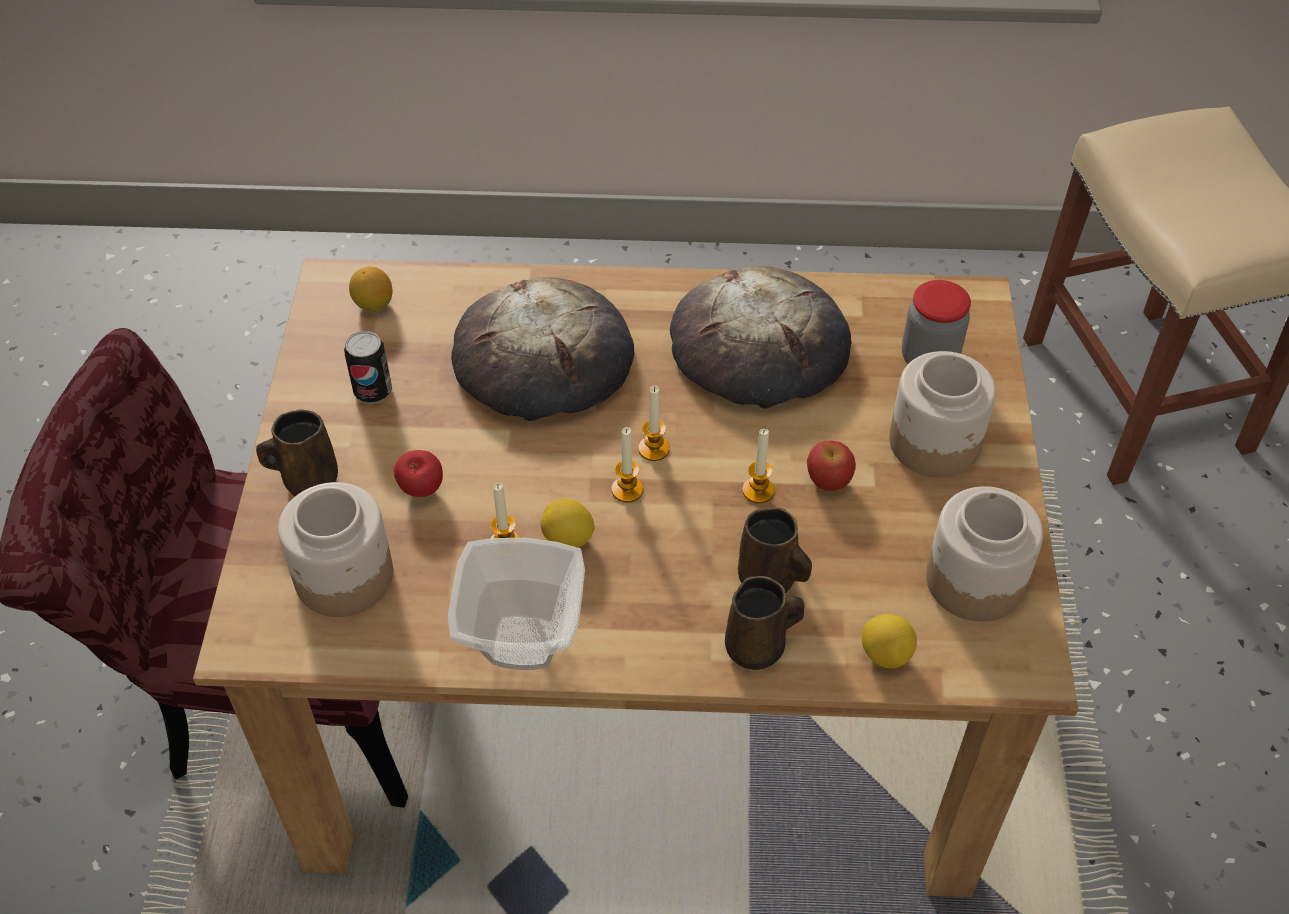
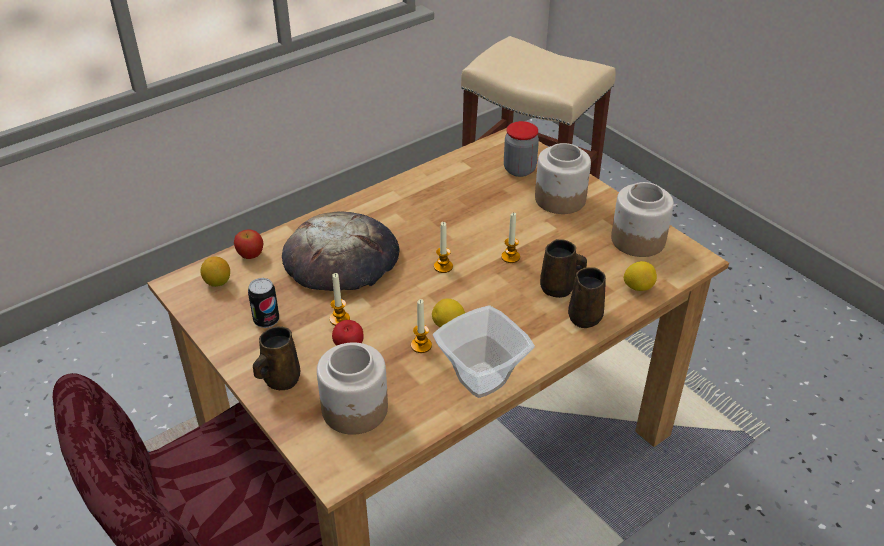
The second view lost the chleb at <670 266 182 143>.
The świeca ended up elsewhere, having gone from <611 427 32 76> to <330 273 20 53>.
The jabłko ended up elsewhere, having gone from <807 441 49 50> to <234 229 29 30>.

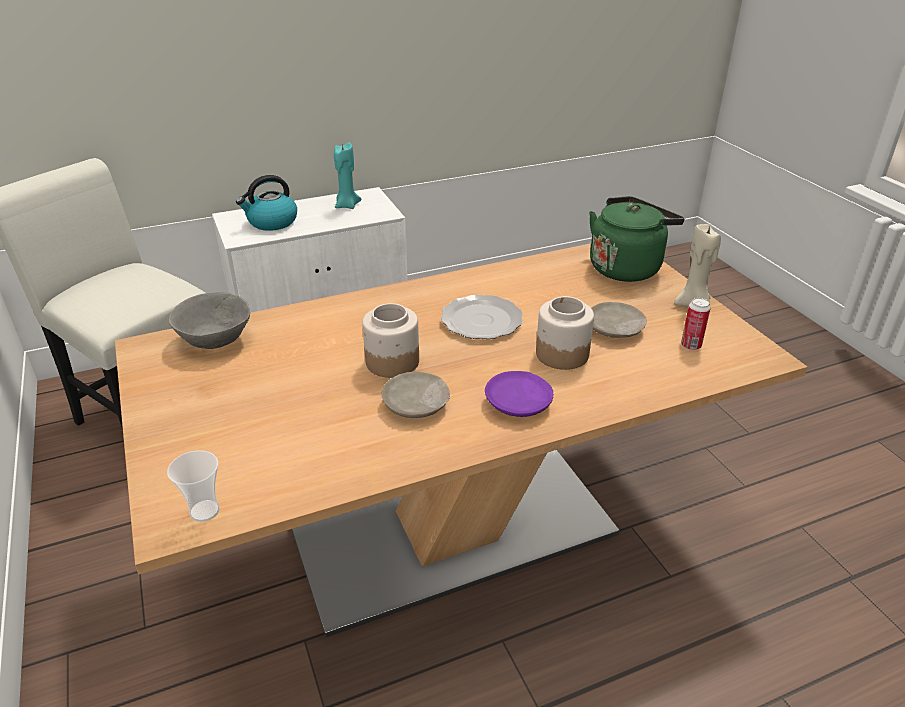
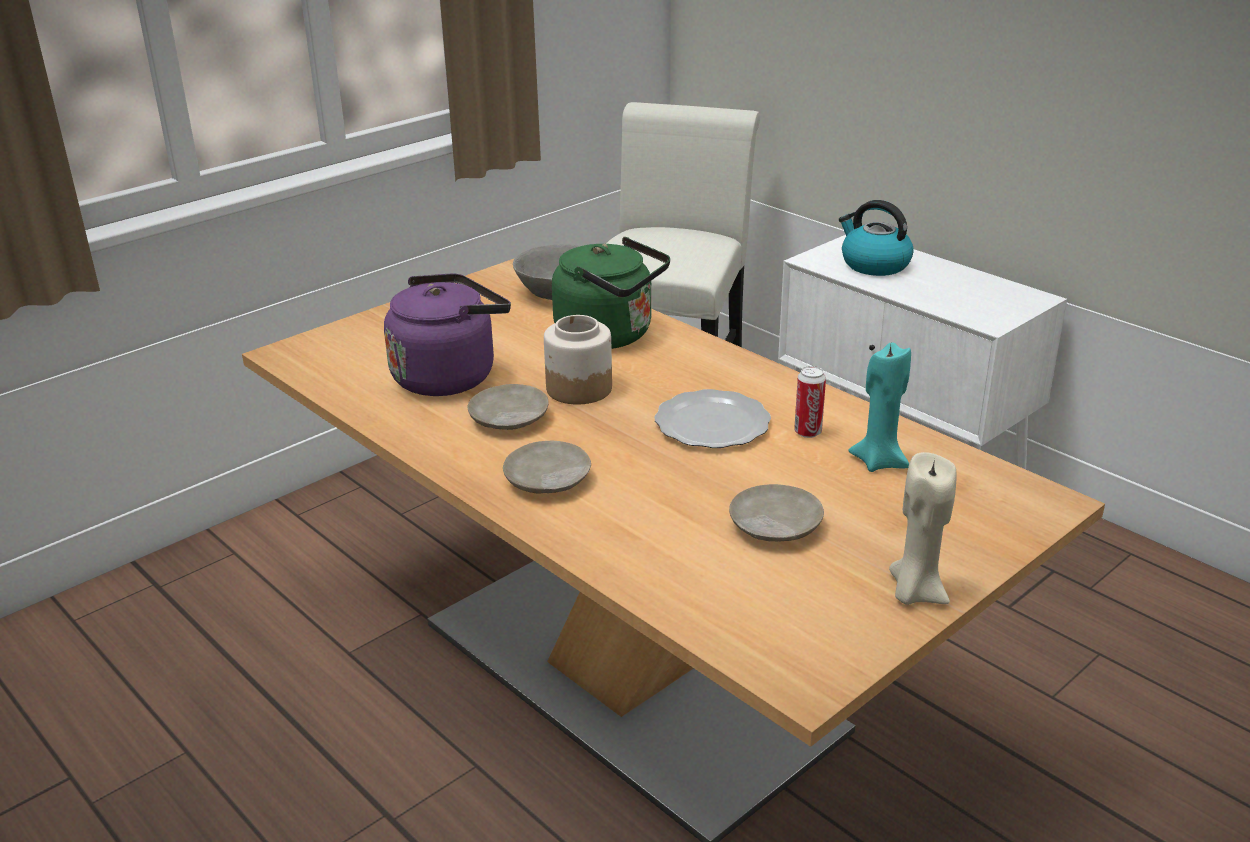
The second view lost the filiżanka at <167 450 53 72>.
The second view lost the słoik at <536 296 58 74>.
The second view gained the czajnik/fioletowy at <384 273 127 123>.
The świeca/turkusowy ended up elsewhere, having gone from <334 142 28 67> to <848 342 63 130>.
The czajnik/zielony ended up elsewhere, having gone from <589 196 96 86> to <552 237 118 112>.
The puszka ended up elsewhere, having gone from <681 298 30 52> to <794 366 32 72>.
What was the talerz/fioletowy at <485 371 68 46> turned into the talerz/beżowy at <503 441 88 53>.

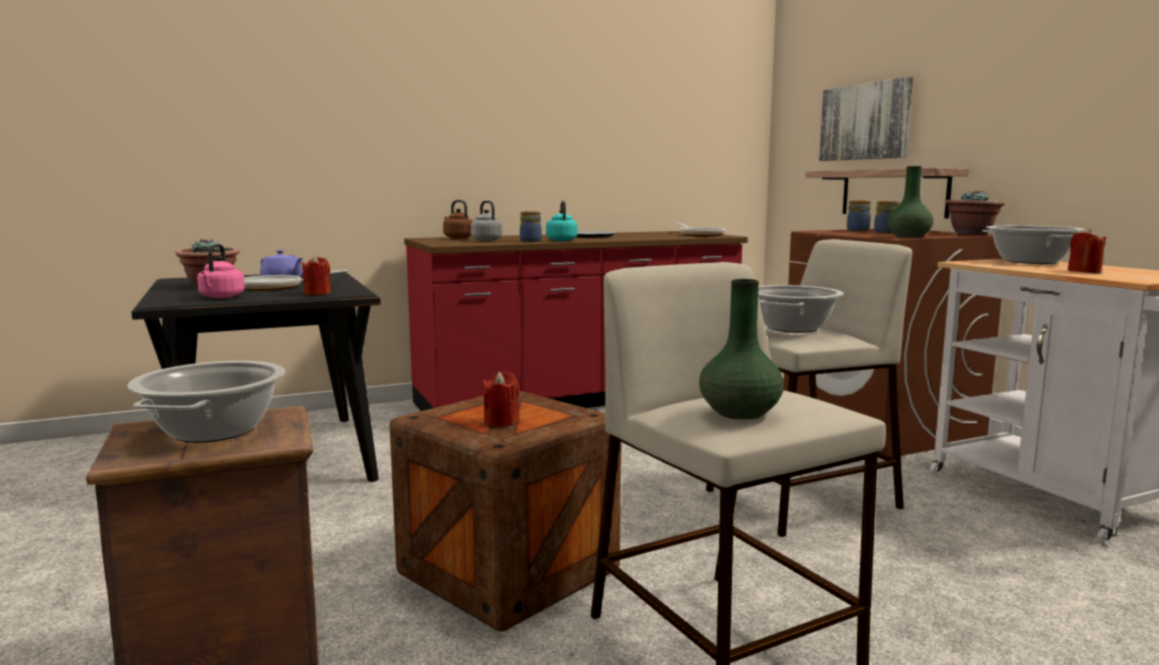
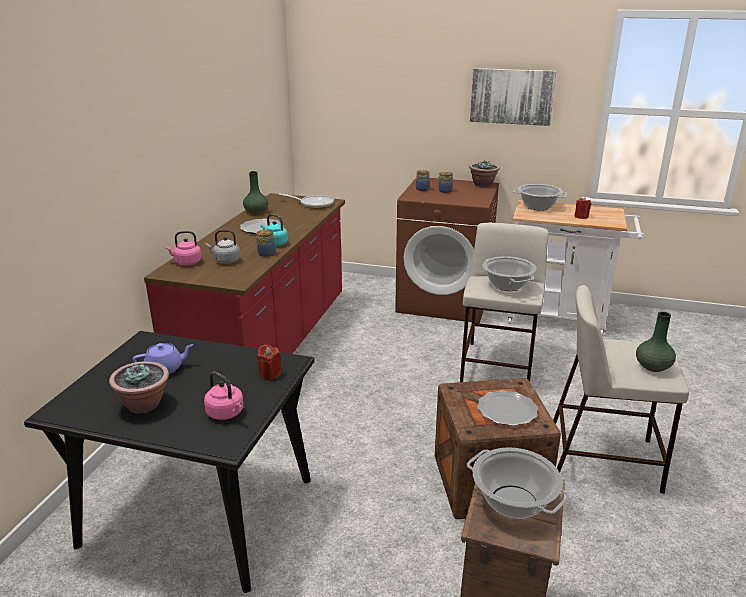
The second view lost the patelnia at <244 270 104 21>.
The second view lost the półka at <805 168 164 51>.
The obraz ended up elsewhere, having gone from <819 77 94 84> to <470 68 86 58>.
The wazon/zielony ended up elsewhere, having gone from <887 166 47 72> to <243 171 25 43>.
Where the świeca/czerwony stood at <482 372 37 55>, the talerz came to stand at <477 390 61 36>.
What was the czajnik/brązowy at <443 200 30 39> turned into the czajnik/różowy at <165 231 37 34>.

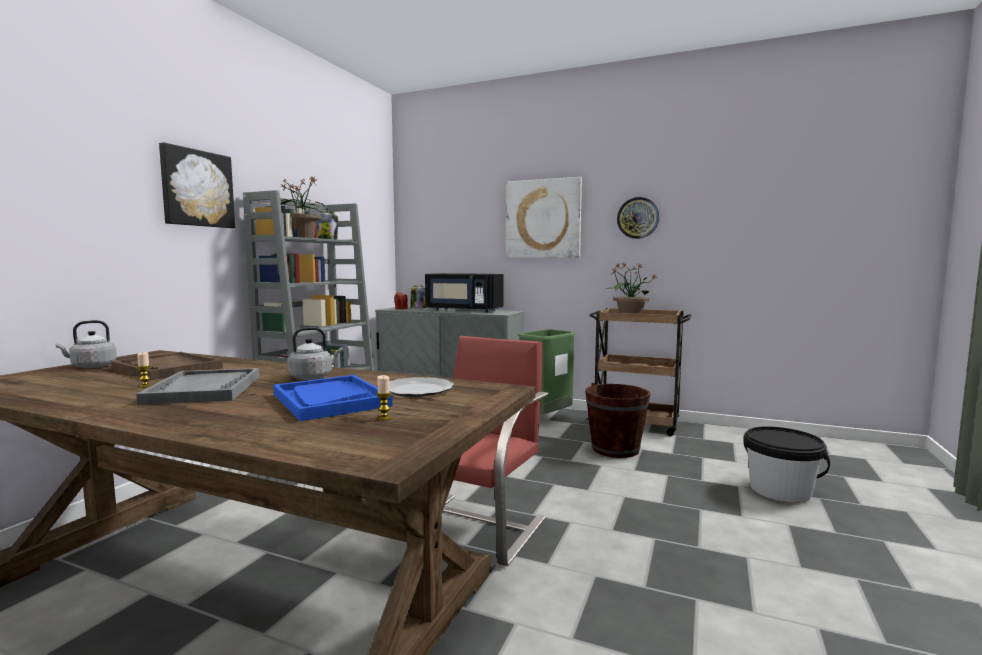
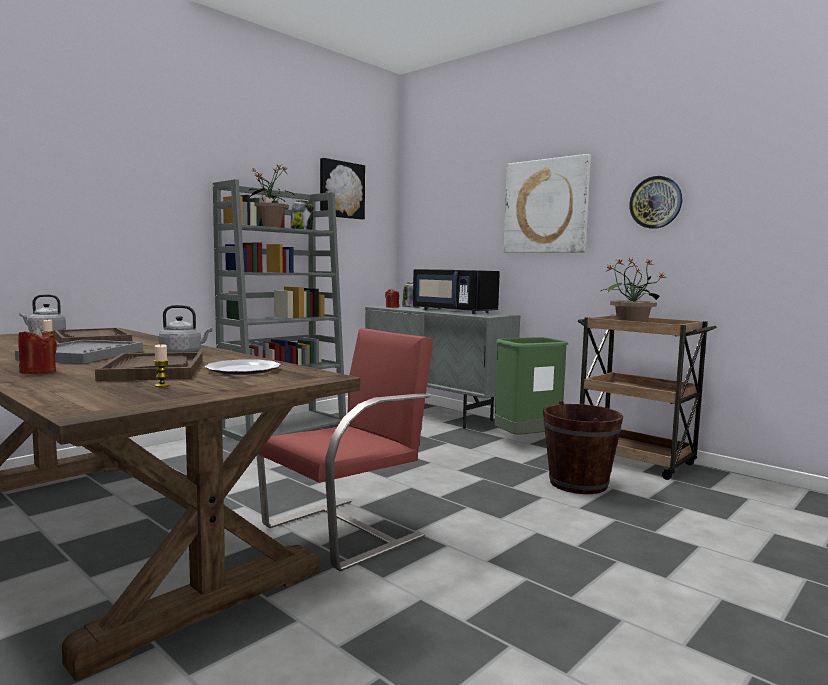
The second view lost the wiadro/czarny at <743 426 87 77>.
The second view gained the świeca/czerwony at <18 327 39 47>.
The obraz ended up elsewhere, having gone from <159 143 76 85> to <320 158 45 61>.
What was the taca/niebieski at <273 375 120 46> turned into the taca/brązowy at <95 352 108 29>.

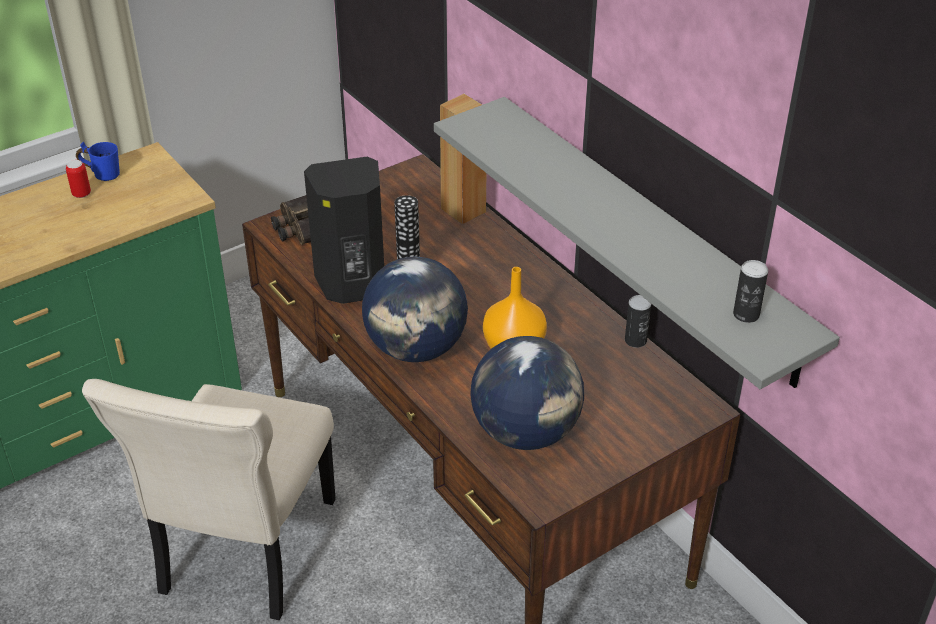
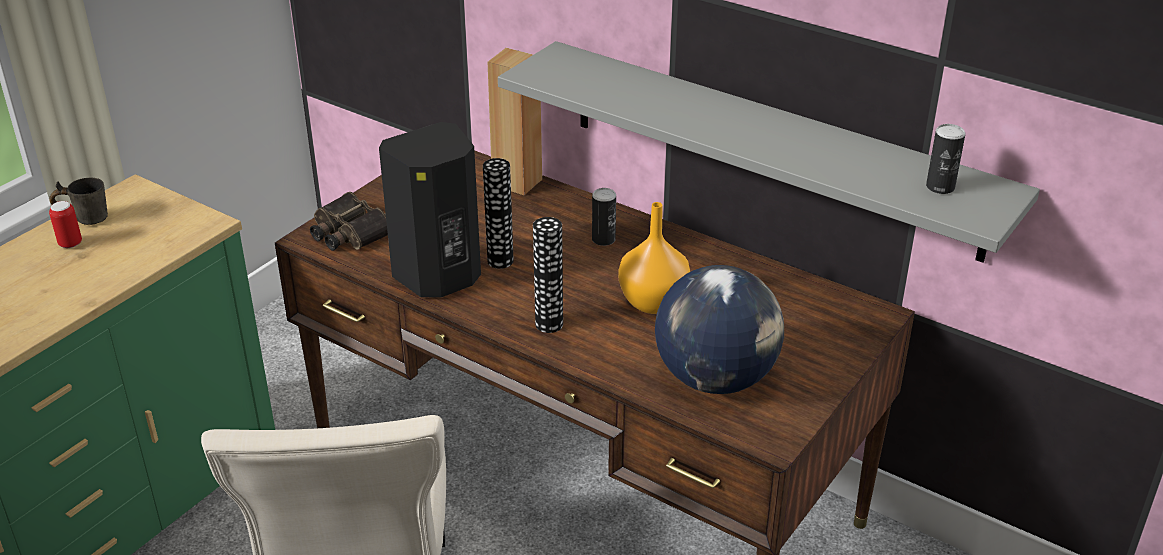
The puszka ended up elsewhere, having gone from <625 295 26 53> to <592 188 24 58>.
Where the globus stood at <362 257 106 105>, the wazon came to stand at <533 217 30 116>.
What was the kubek/niebieski at <76 142 44 39> turned into the kubek/szary at <49 178 59 47>.

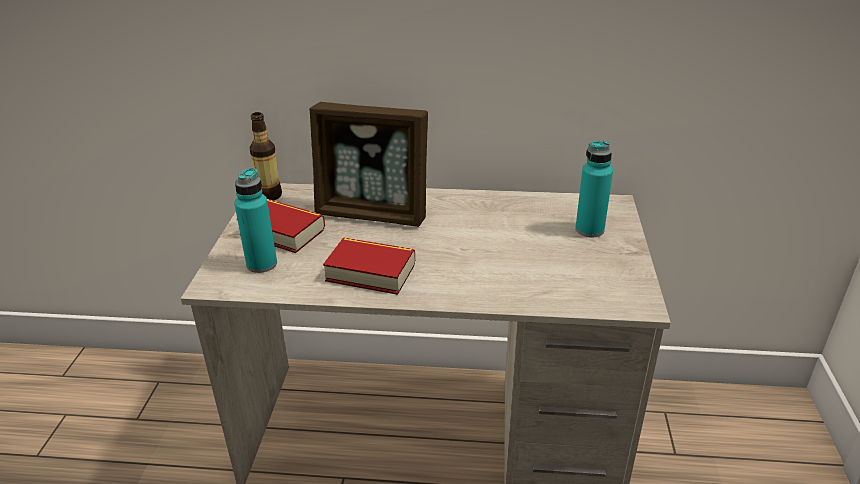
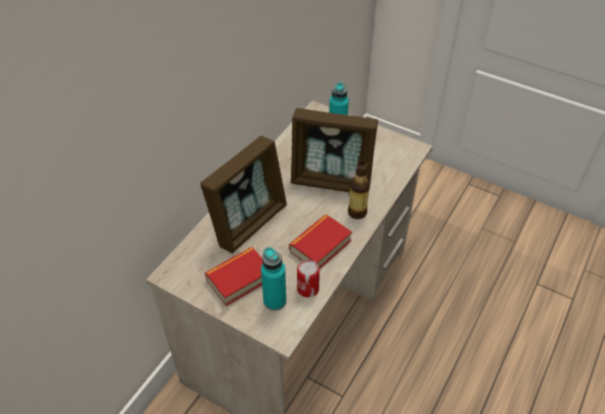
The second view gained the ramka na zdjęcie at <291 108 87 85>.
The second view gained the puszka at <297 259 23 39>.
The butelka ended up elsewhere, having gone from <249 112 33 89> to <348 161 22 58>.

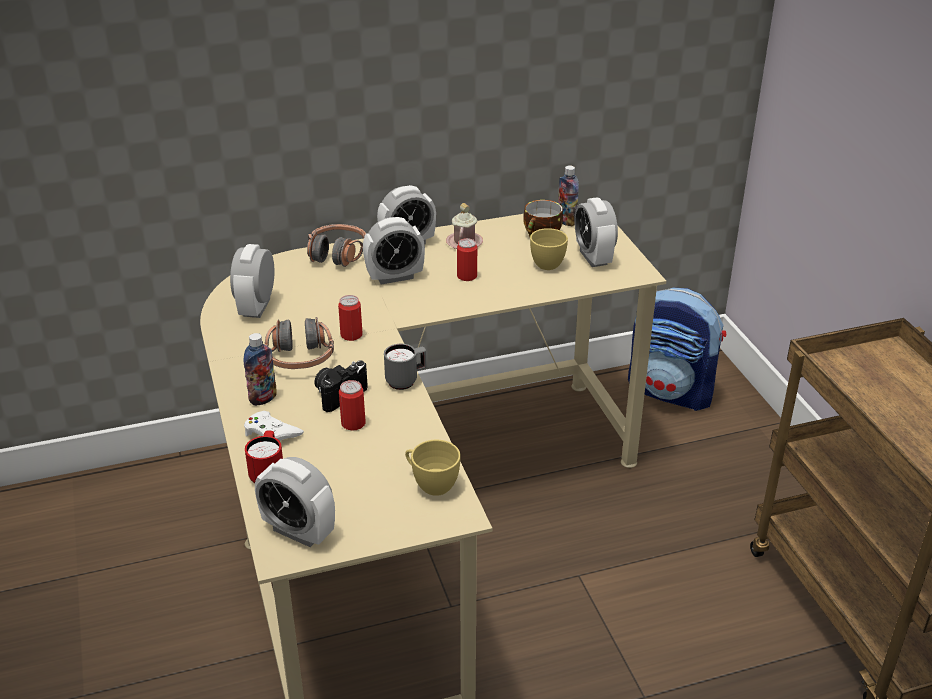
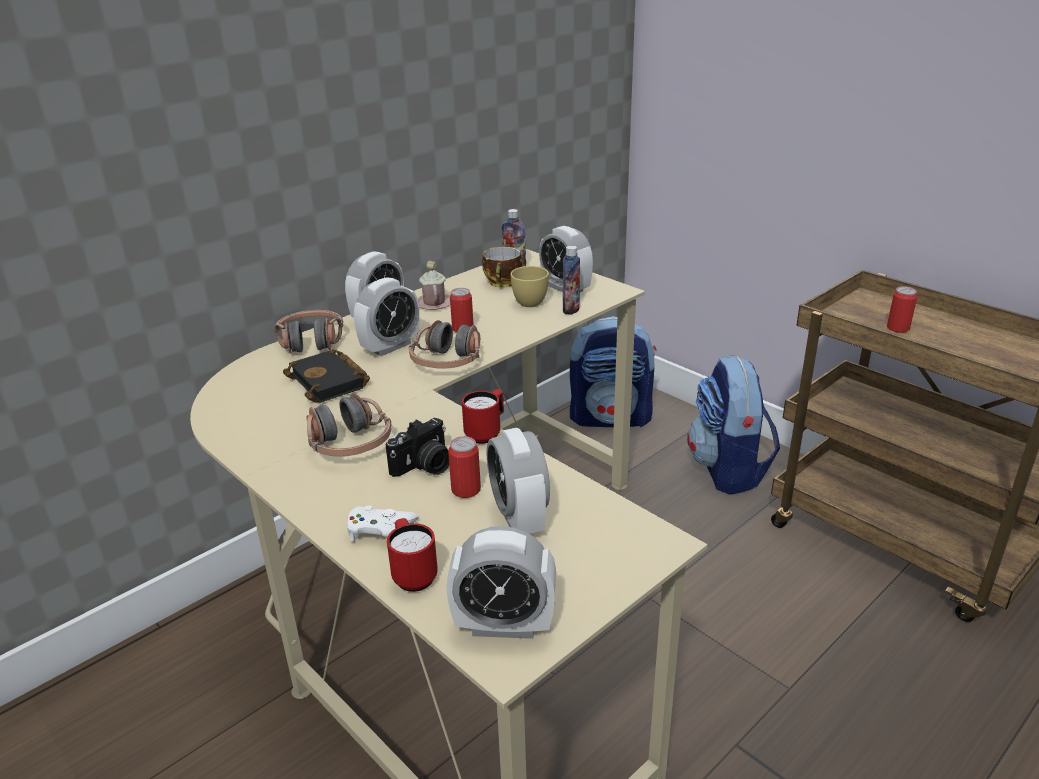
The second view lost the filiżanka/żółty at <405 440 56 56>.
The second view gained the książka/czarny at <283 349 87 54>.
The second view gained the słuchawki at <409 320 71 49>.
The second view gained the plecak at <687 355 93 140>.
The budzik ended up elsewhere, having gone from <230 244 44 74> to <487 428 63 106>.
The butelka ended up elsewhere, having gone from <244 333 32 73> to <563 246 17 69>.
The puszka ended up elsewhere, having gone from <338 295 25 46> to <887 286 30 47>.
What was the kubek/szary at <384 344 42 46> turned into the kubek/czerwony at <462 389 42 55>.
The aparat fotograficzny at <314 360 54 52> ended up facing another way, 150 degrees counterclockwise from before.

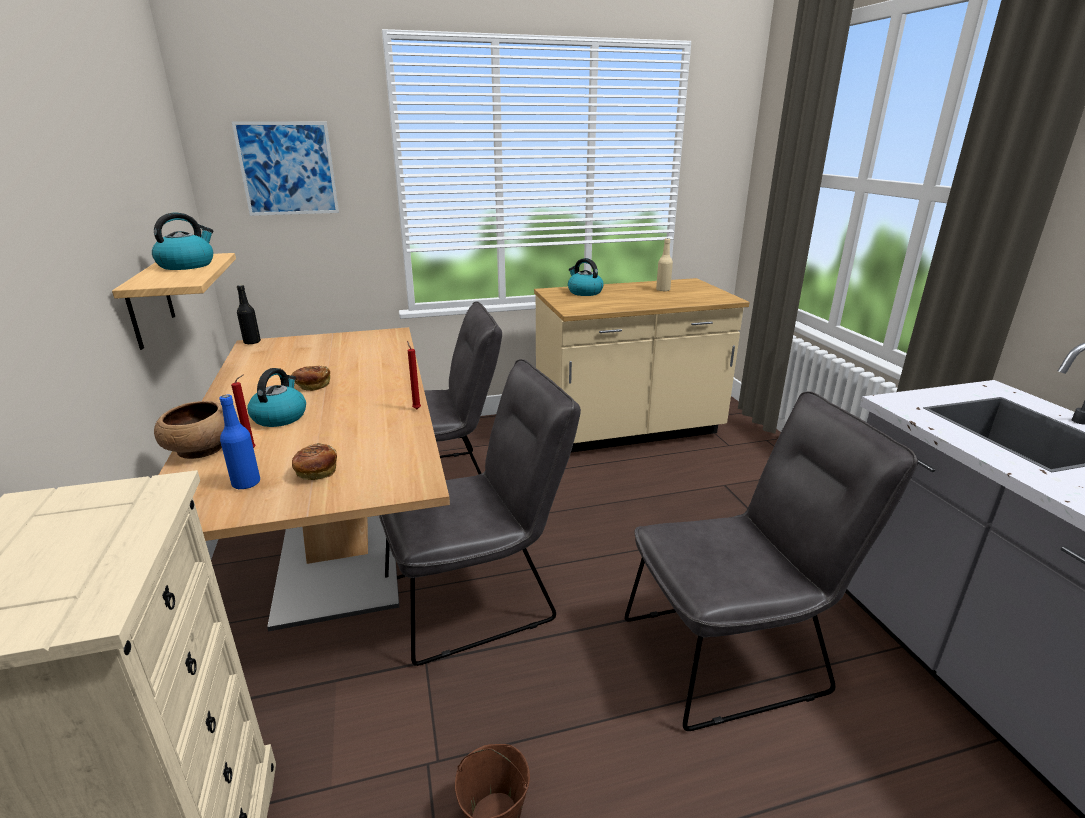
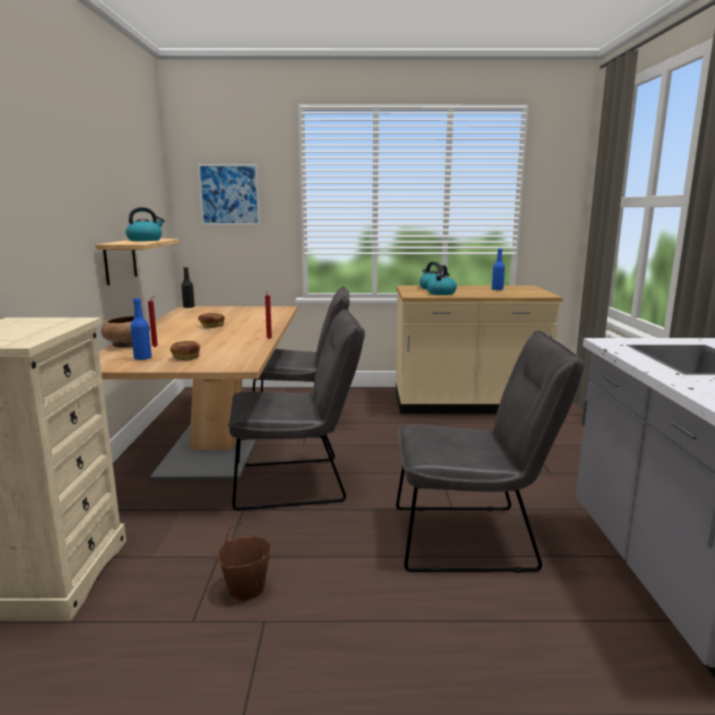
The czajnik ended up elsewhere, having gone from <247 368 59 59> to <427 265 30 30>.
What was the butelka/beżowy at <656 238 17 54> turned into the butelka/niebieski at <492 248 13 42>.

